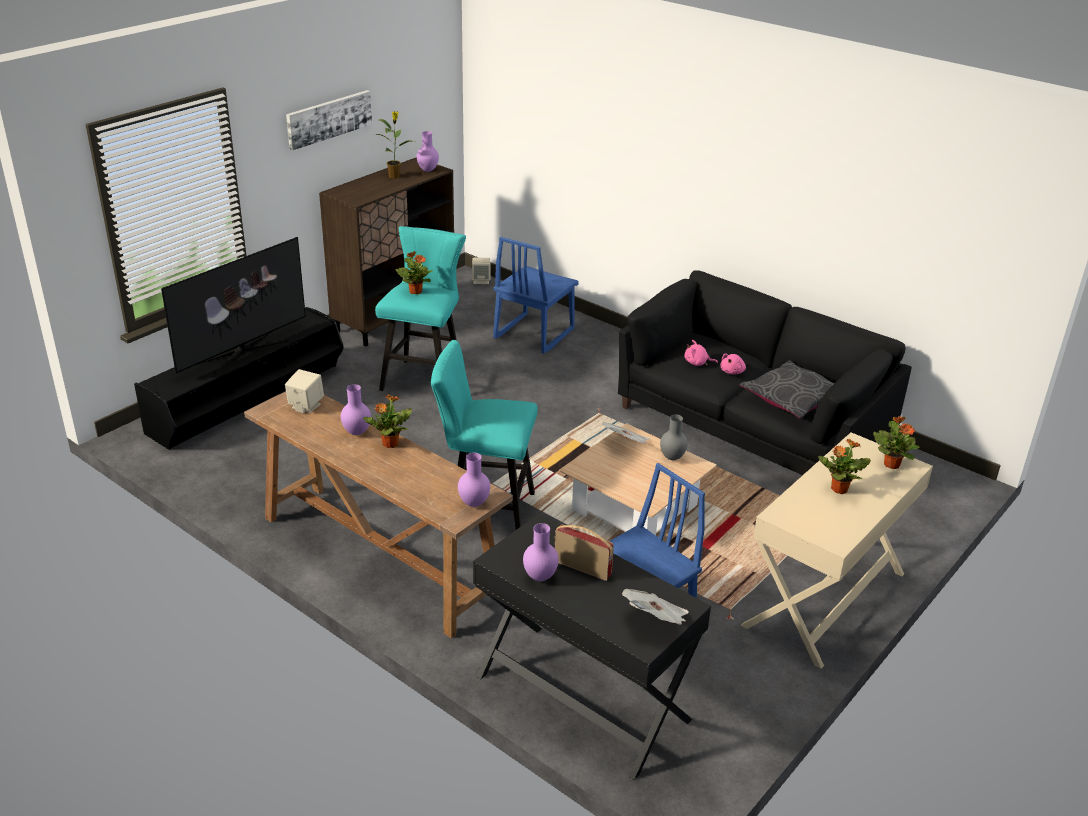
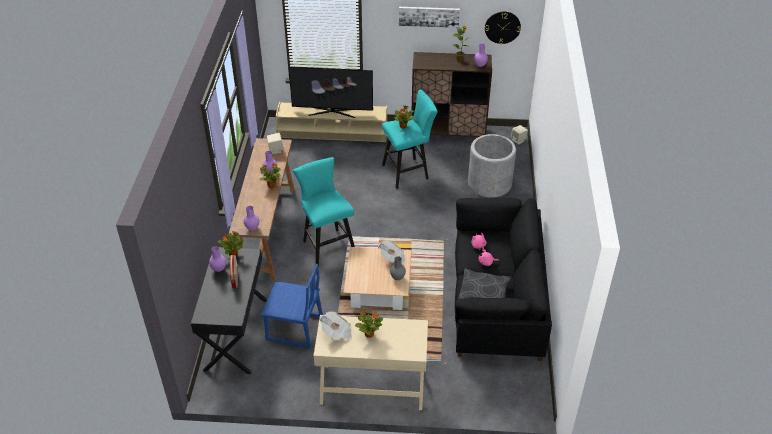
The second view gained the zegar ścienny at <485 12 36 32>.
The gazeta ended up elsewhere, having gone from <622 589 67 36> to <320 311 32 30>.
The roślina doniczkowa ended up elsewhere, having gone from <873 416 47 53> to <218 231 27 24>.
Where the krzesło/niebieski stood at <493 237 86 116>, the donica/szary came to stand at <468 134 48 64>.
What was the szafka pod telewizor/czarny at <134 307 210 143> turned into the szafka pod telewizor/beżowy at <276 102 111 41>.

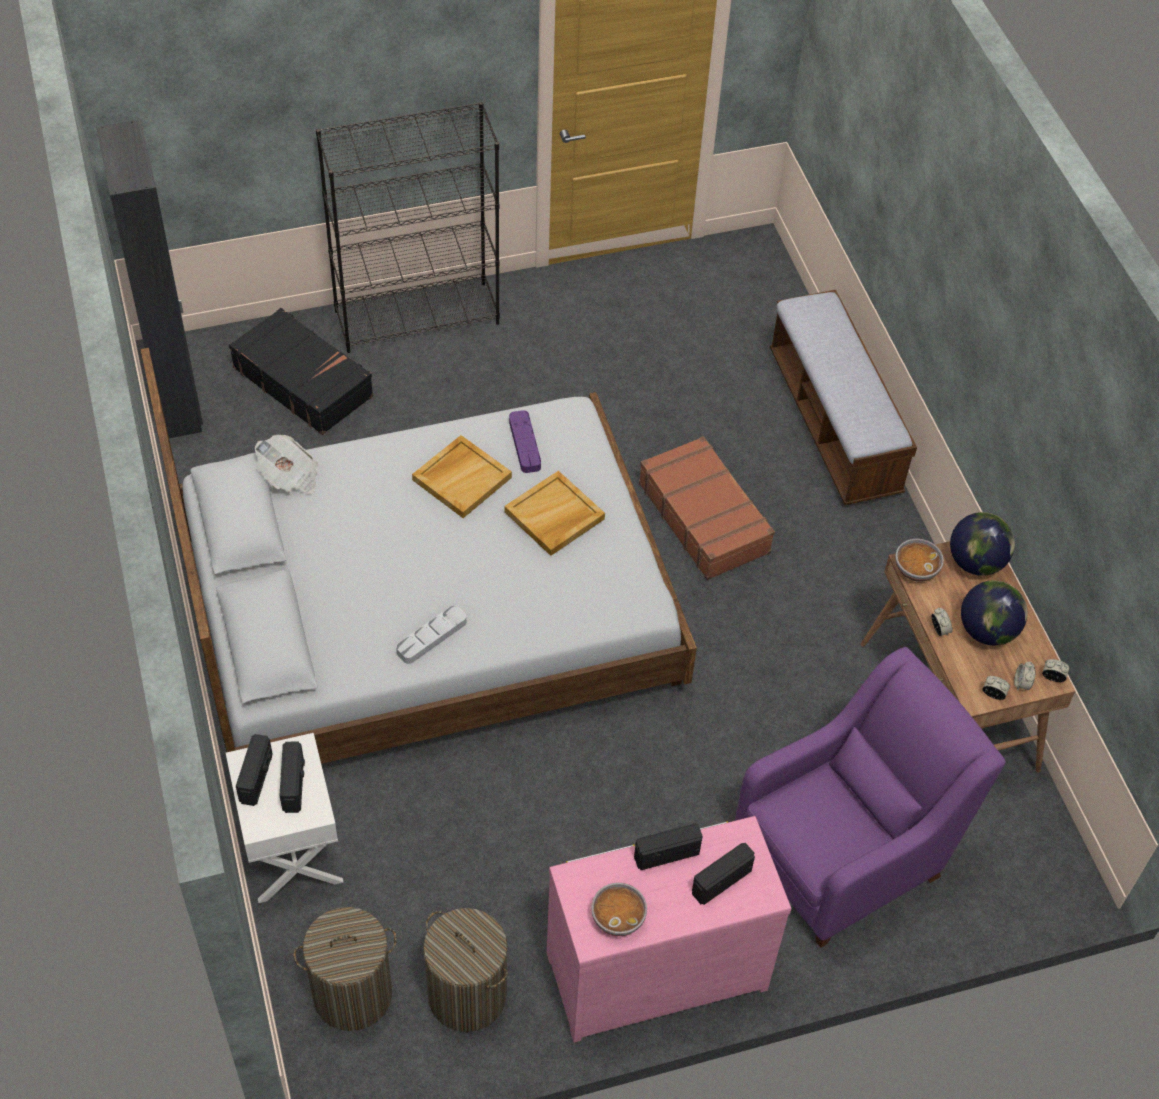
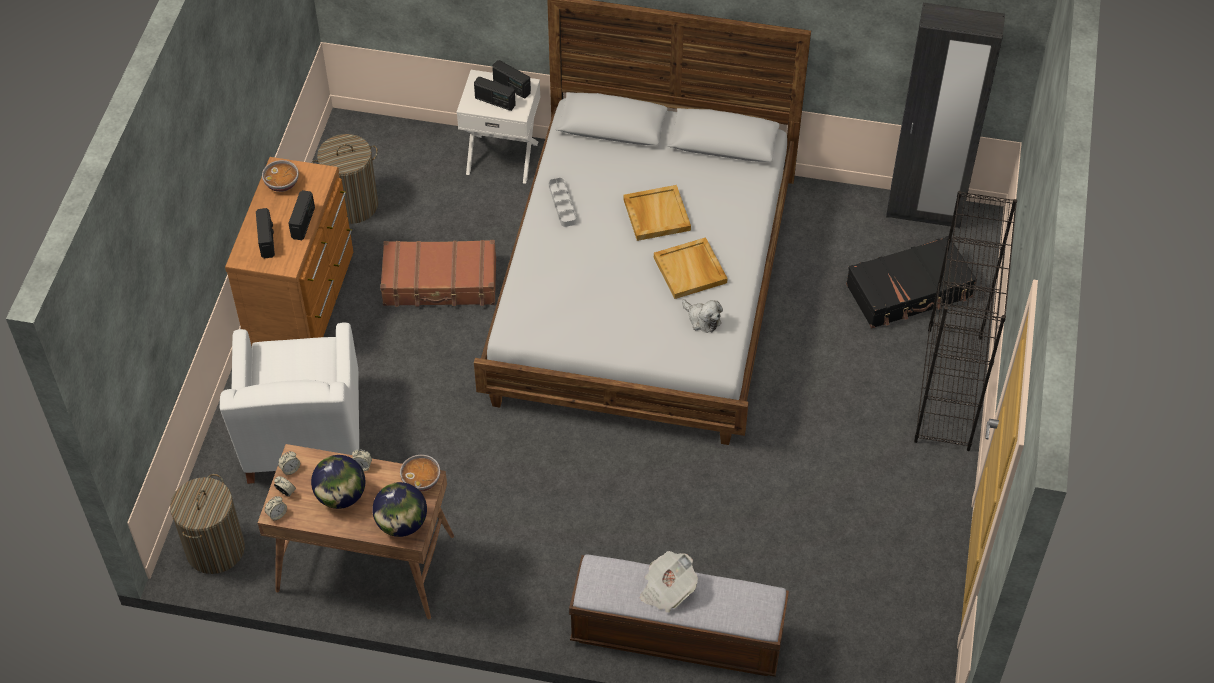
The gazeta ended up elsewhere, having gone from <255 435 63 59> to <640 551 58 62>.
The kosz na pranie ended up elsewhere, having gone from <293 907 104 124> to <170 474 75 100>.
The taca/beżowy ended up elsewhere, having gone from <504 471 101 85> to <623 185 68 56>.
The walizka/brązowy ended up elsewhere, having gone from <639 436 136 144> to <380 240 116 67>.
Where the taca/fioletowy stood at <509 410 32 63>, the pluszak came to stand at <682 299 41 34>.
What was the komoda/różowy at <547 816 244 227> turned into the komoda/brązowy at <225 157 128 189>.
What was the fotel/fioletowy at <735 647 271 301> turned into the fotel/biały at <220 322 139 162>.

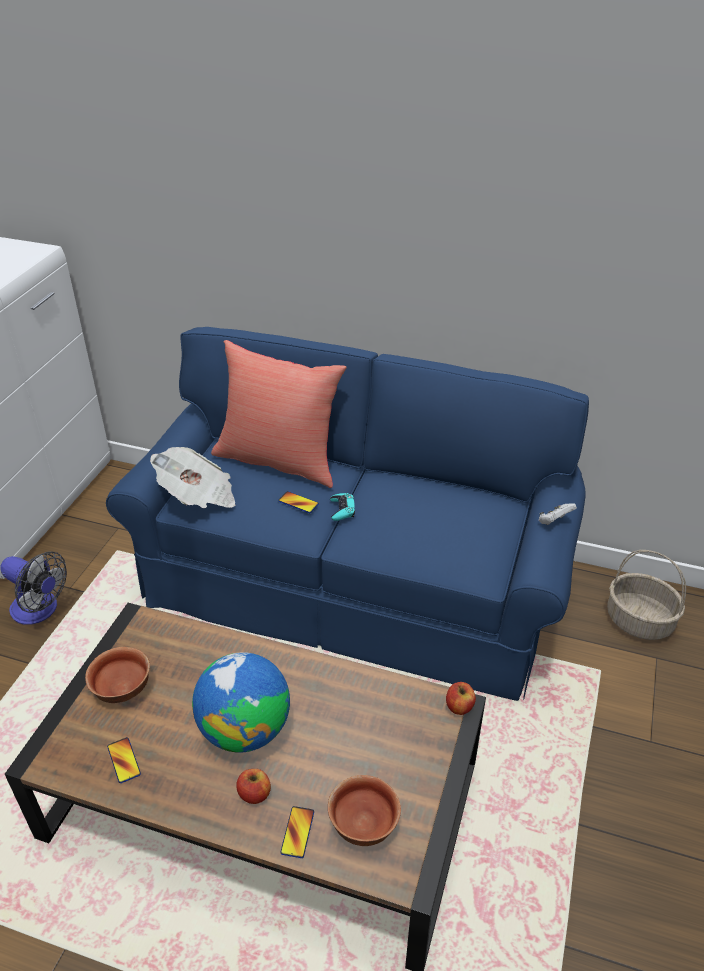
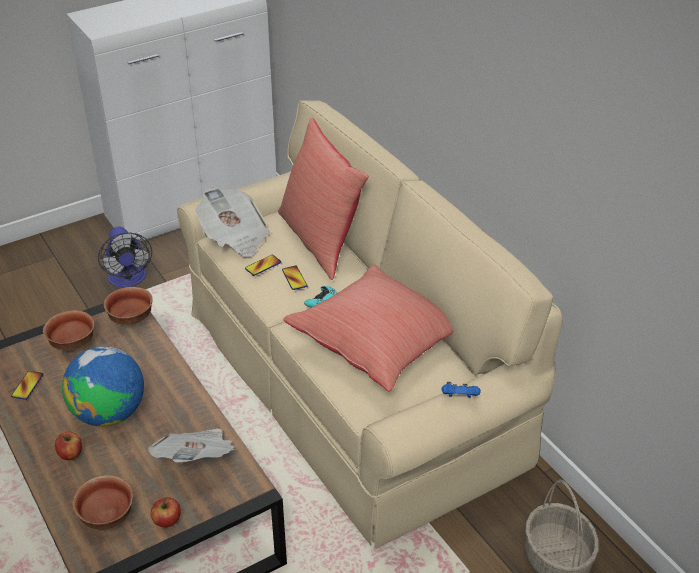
The second view gained the miska at <104 287 49 38>.
The second view gained the gazeta at <148 428 87 35>.
The second view gained the poduszka/czerwony at <283 264 170 127>.
The telefon ended up elsewhere, having gone from <280 806 34 52> to <245 255 36 21>.
The jabłko ended up elsewhere, having gone from <446 682 30 33> to <151 497 30 30>.
What was the kanapa/niebieski at <106 327 483 374> turned into the kanapa/beżowy at <177 100 386 449>.
What was the pad do gier/biały at <539 503 38 22> turned into the pad do gier/niebieski at <441 382 40 16>.

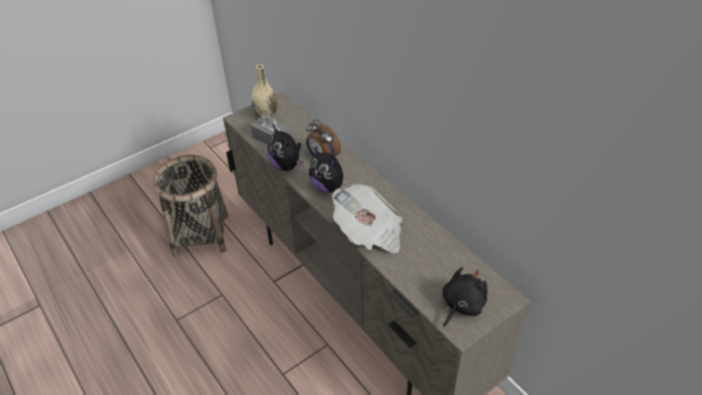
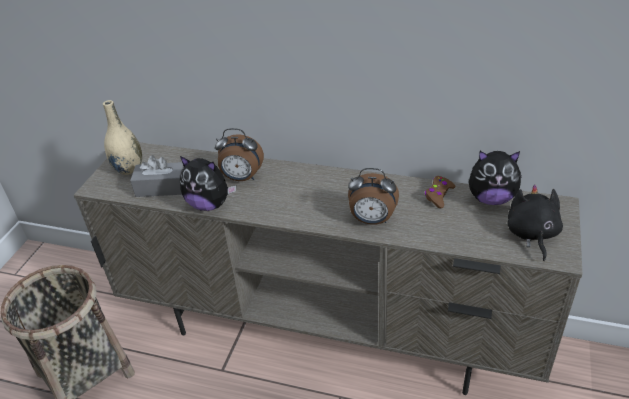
The second view gained the pad do gier/brązowy at <425 176 30 32>.
The pluszak ended up elsewhere, having gone from <309 148 41 45> to <469 151 54 54>.
Where the gazeta stood at <332 184 70 69>, the budzik came to stand at <348 168 51 57>.

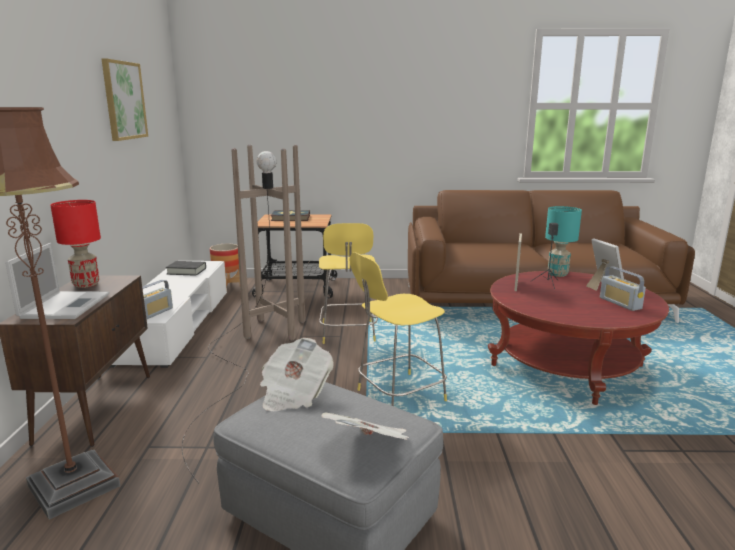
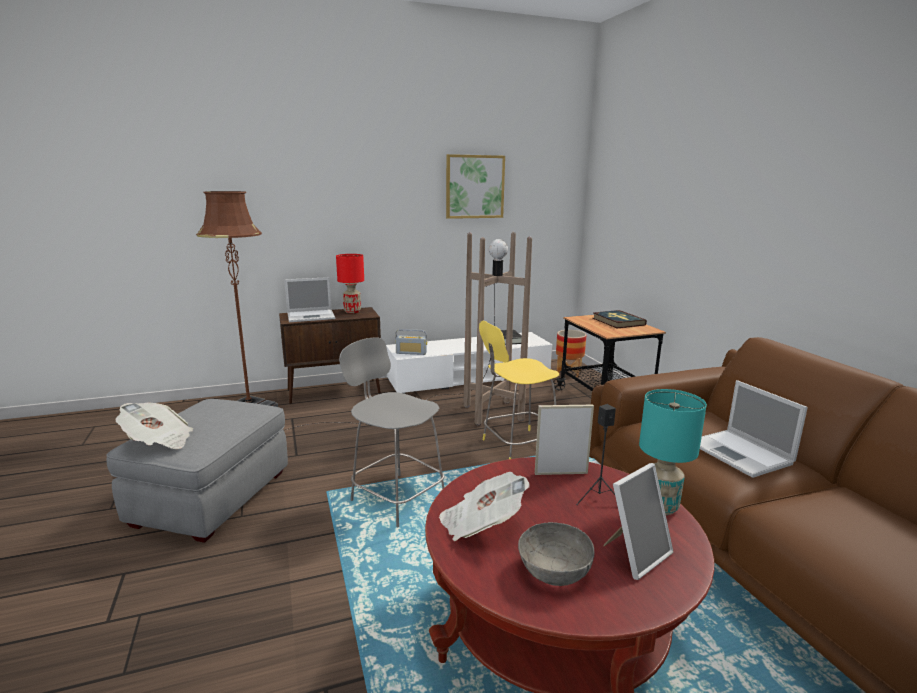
The second view gained the laptop at <700 380 108 98>.
The gazeta ended up elsewhere, having gone from <260 338 74 73> to <439 472 91 69>.
Where the radio stood at <600 266 46 45>, the miska/szary came to stand at <518 522 77 64>.
What was the stołek/żółty at <349 252 98 154> turned into the stołek/szary at <339 337 105 190>.

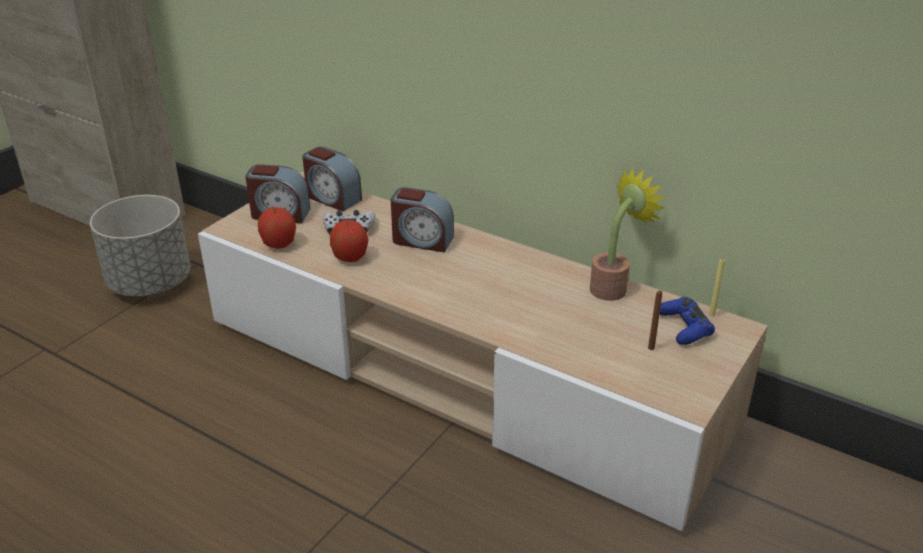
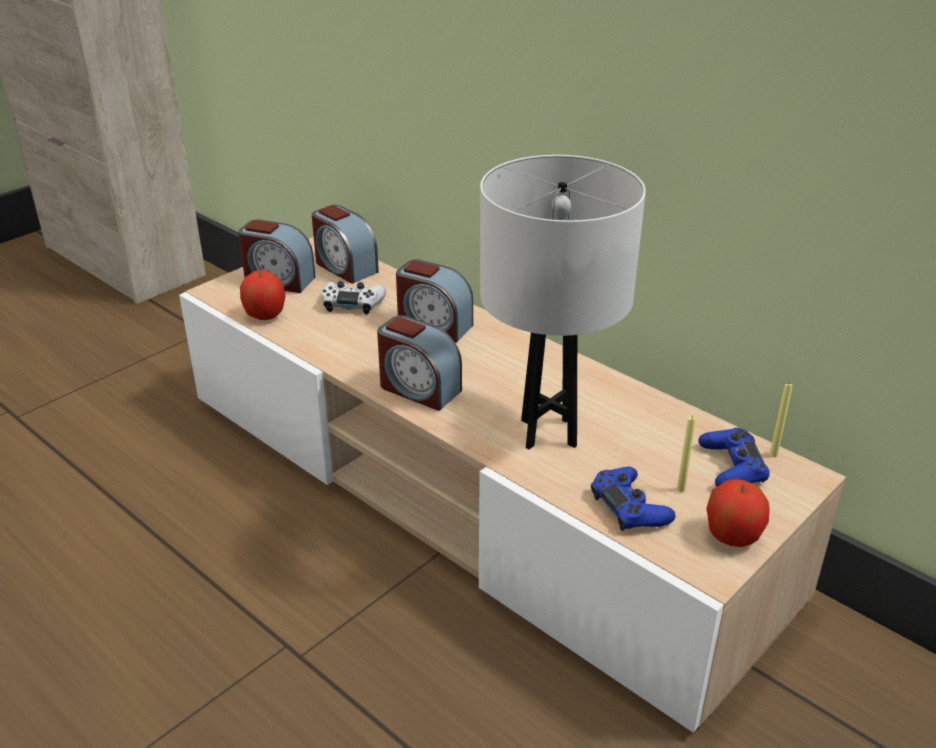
The second view lost the donica/szary at <90 195 101 102>.
The second view lost the roślina doniczkowa at <590 167 75 134>.
The second view gained the budzik at <377 315 85 96>.
The second view gained the lampa stołowa/biały at <480 155 166 294>.
The second view gained the pad do gier/niebieski at <591 466 85 65>.
The jabłko ended up elsewhere, having gone from <330 220 38 42> to <706 479 64 68>.
What was the świeca/brązowy at <648 290 14 60> turned into the świeca/żółty at <677 415 19 77>.

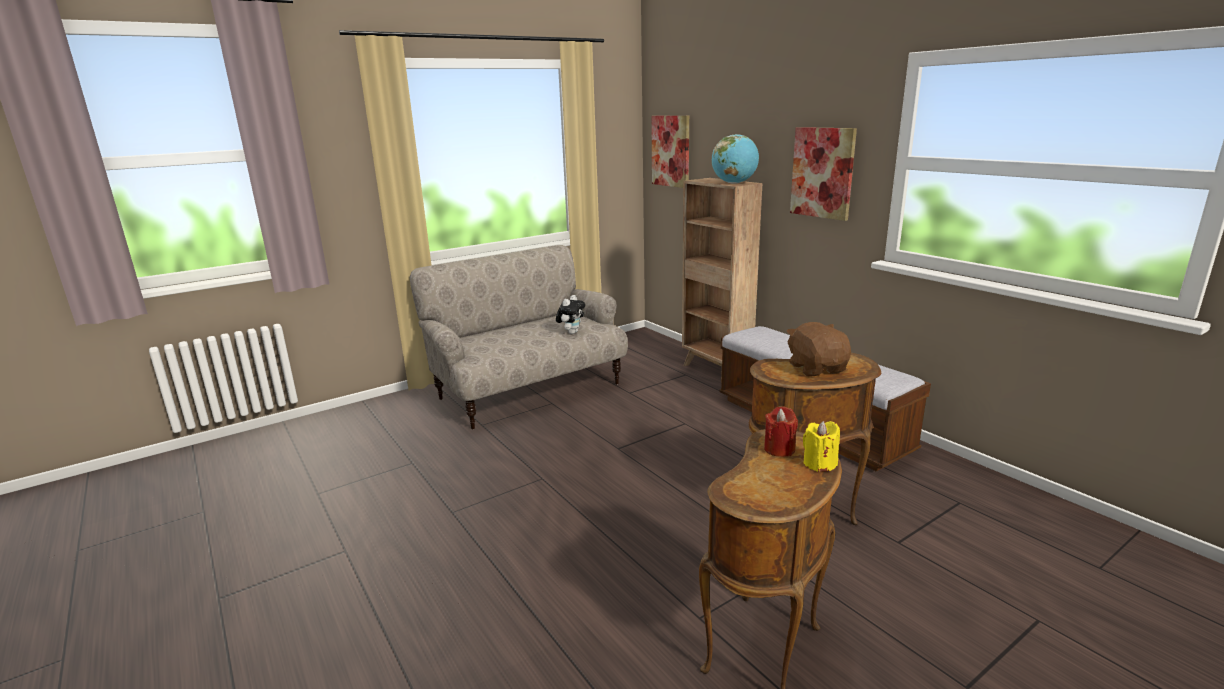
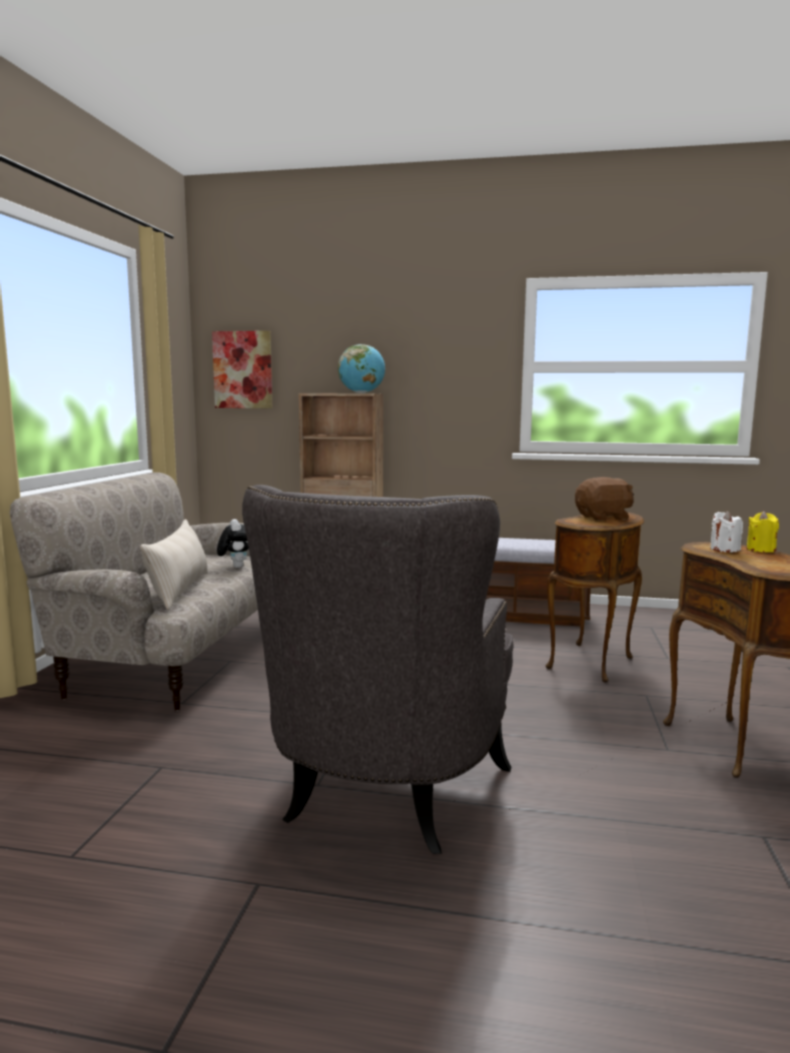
The second view lost the obraz at <790 127 67 94>.
The second view gained the poduszka/beżowy at <140 519 68 91>.
The second view gained the fotel/szary at <242 485 272 369>.
What was the świeca/czerwony at <764 406 34 51> turned into the świeca/biały at <710 511 33 41>.
The pluszak/brązowy at <787 322 64 55> ended up facing another way, 135 degrees clockwise from before.

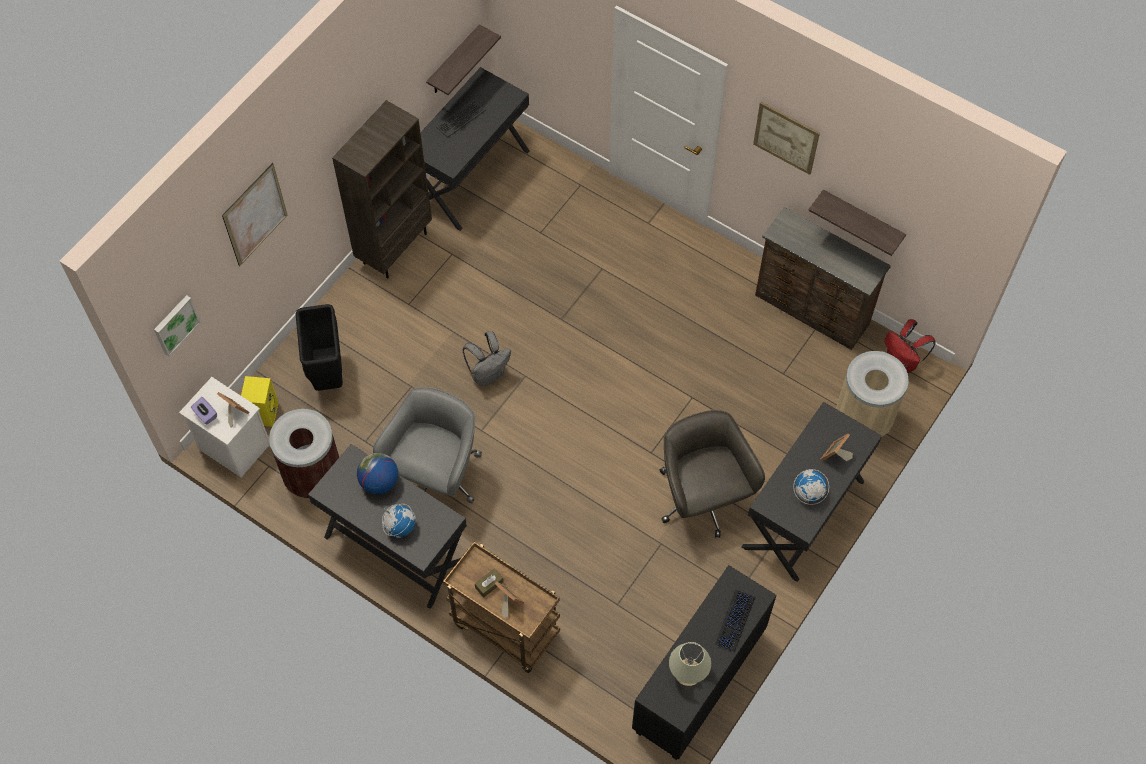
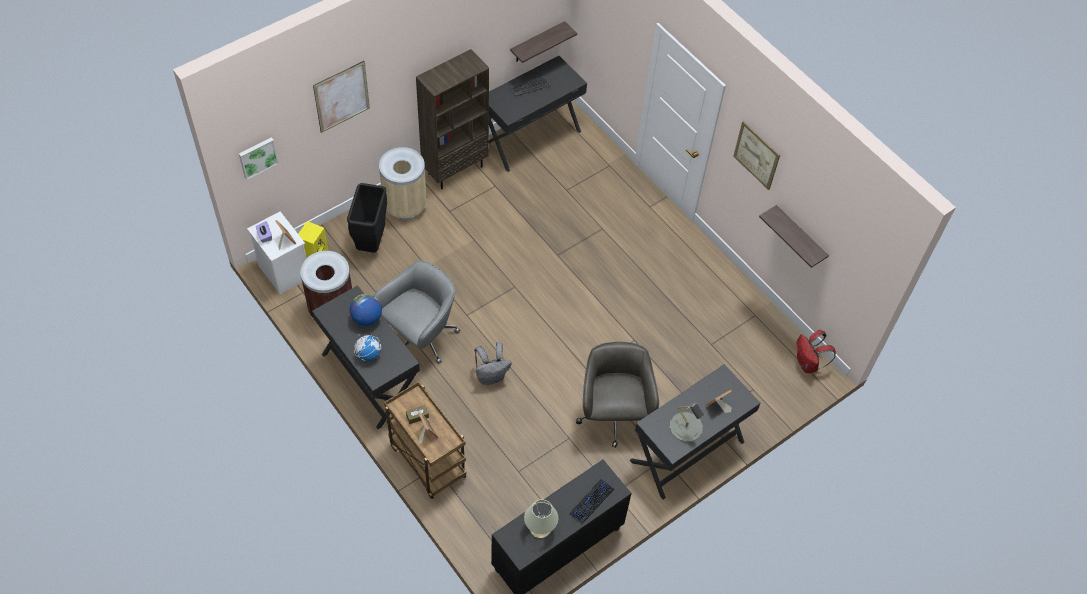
The second view lost the komoda/brązowy at <755 207 136 143>.
The plecak/szary ended up elsewhere, having gone from <463 331 48 55> to <474 342 38 43>.
The kosz na śmieci/beżowy ended up elsewhere, having gone from <836 351 73 86> to <379 147 48 73>.
Where the globus stood at <793 469 36 36>, the lampa stołowa/szary came to stand at <670 403 34 39>.

